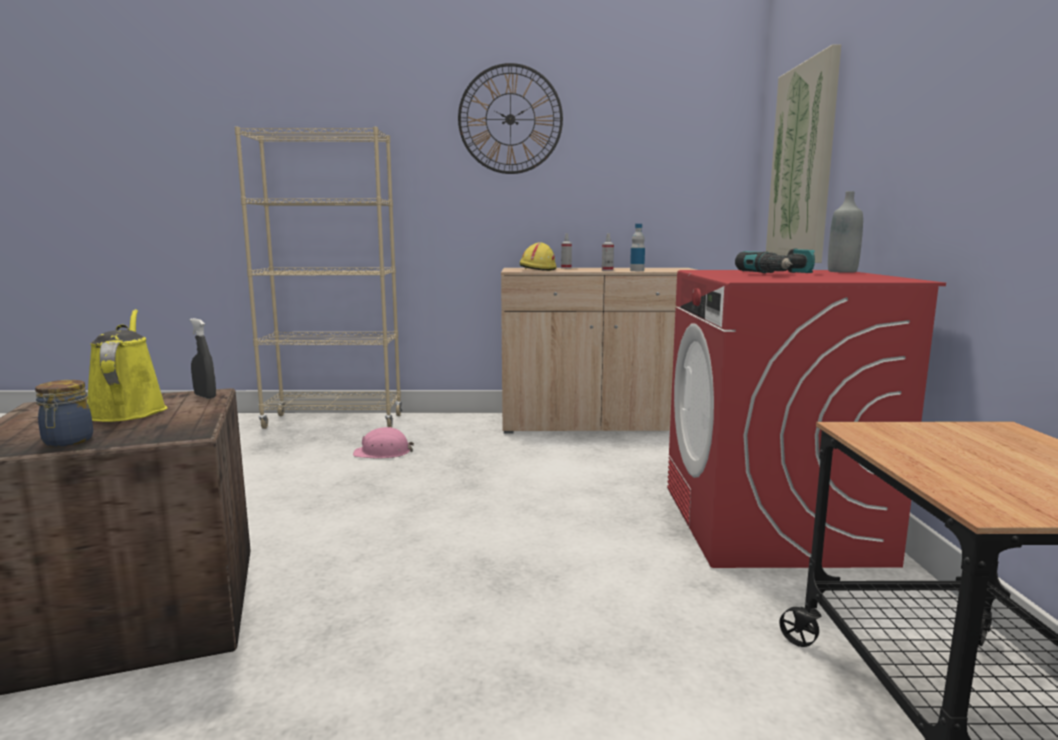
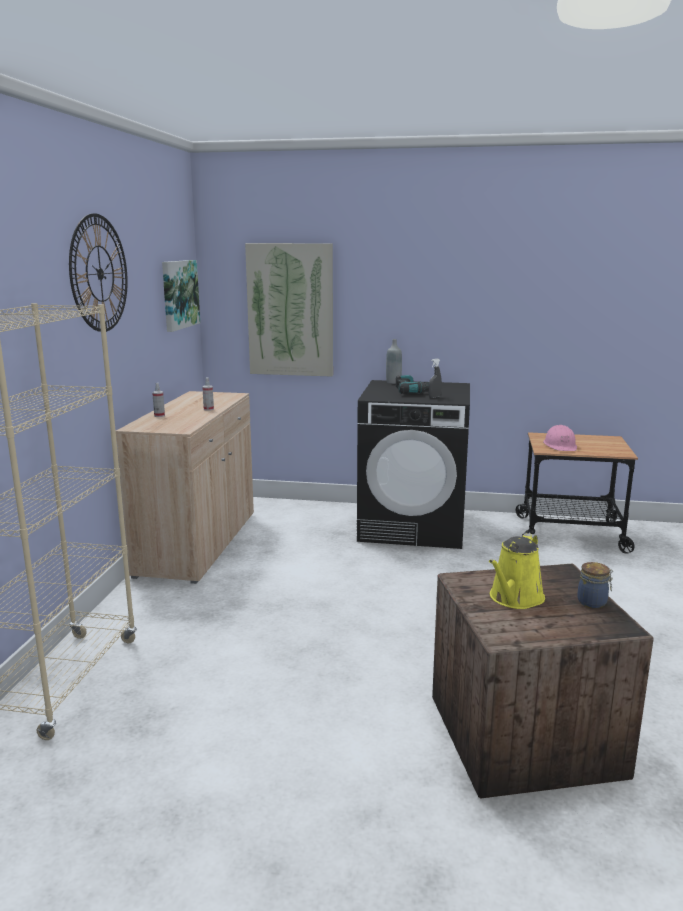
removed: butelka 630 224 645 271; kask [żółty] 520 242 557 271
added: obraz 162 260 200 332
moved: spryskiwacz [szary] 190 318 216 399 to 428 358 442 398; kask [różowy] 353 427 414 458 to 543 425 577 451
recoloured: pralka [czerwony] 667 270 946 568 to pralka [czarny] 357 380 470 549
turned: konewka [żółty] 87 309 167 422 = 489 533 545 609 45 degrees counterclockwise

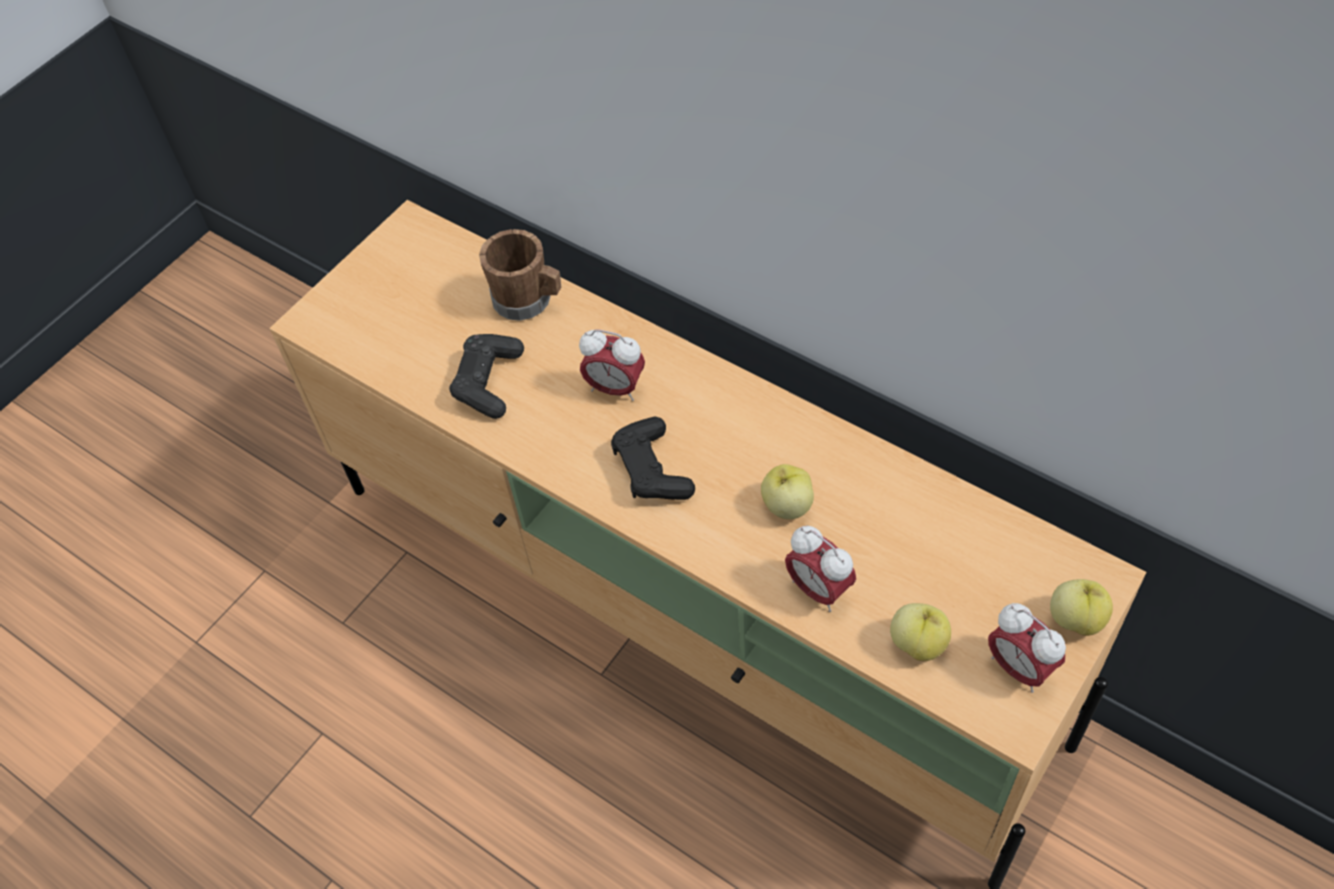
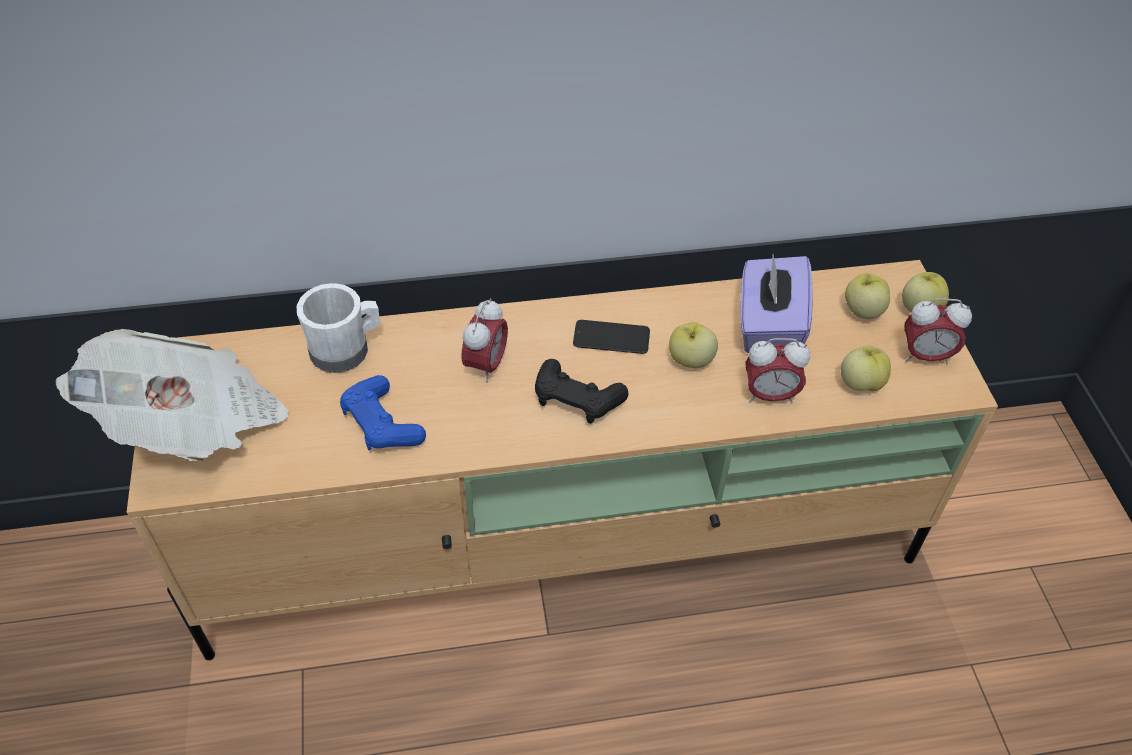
added: pudełko chusteczek [fioletowy] 740 255 813 353; jabłko 845 273 890 319; telefon 573 320 650 354; gazeta 56 329 289 461
recoloured: kubek [brązowy] 479 229 561 321 to kubek [biały] 296 283 380 373; pad do gier [czarny] 449 334 524 419 to pad do gier [niebieski] 340 375 426 450
turned: budzik 579 329 645 401 = 462 298 508 383 45 degrees counterclockwise

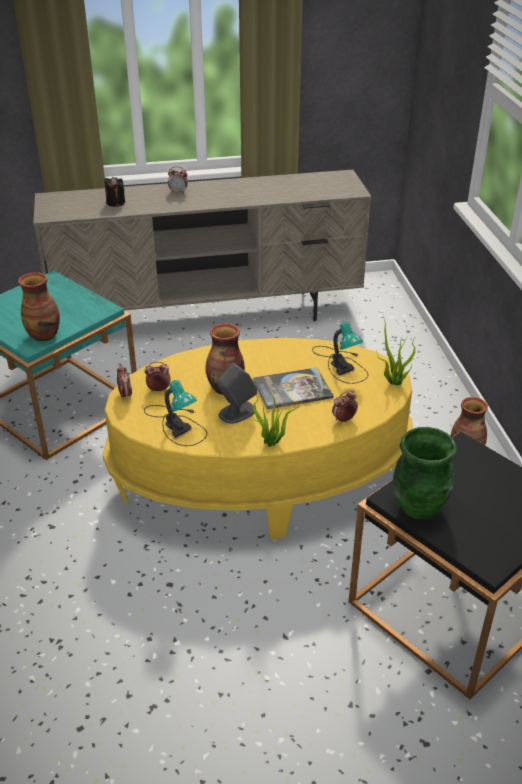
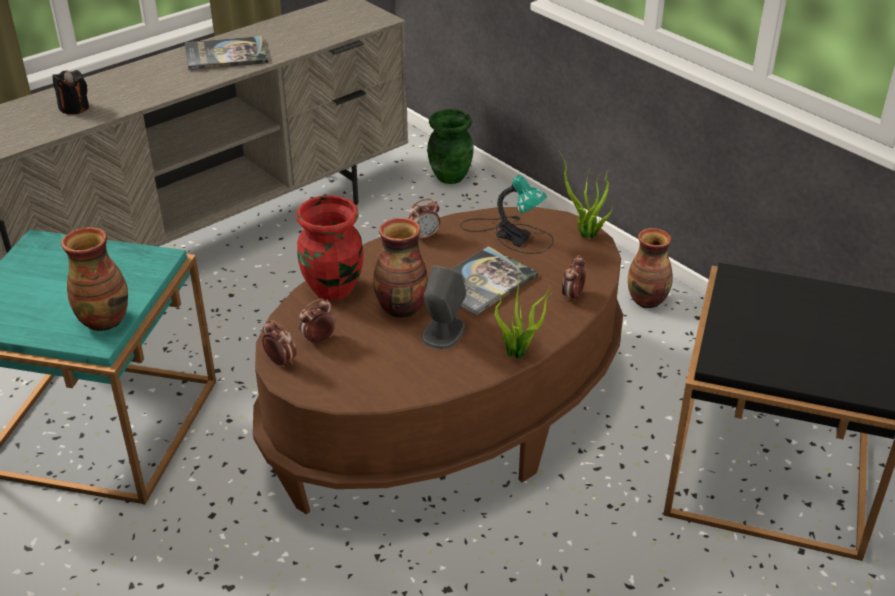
removed: lampa stołowa 144 380 207 446
added: książka 185 36 268 70; wazon [czerwony] 296 195 364 300
moved: budzik 168 166 188 194 to 408 199 440 238; wazon [zielony] 393 427 457 519 to 427 109 474 184
recoloured: ława [żółty] 103 338 413 539 to ława [brązowy] 253 207 623 514

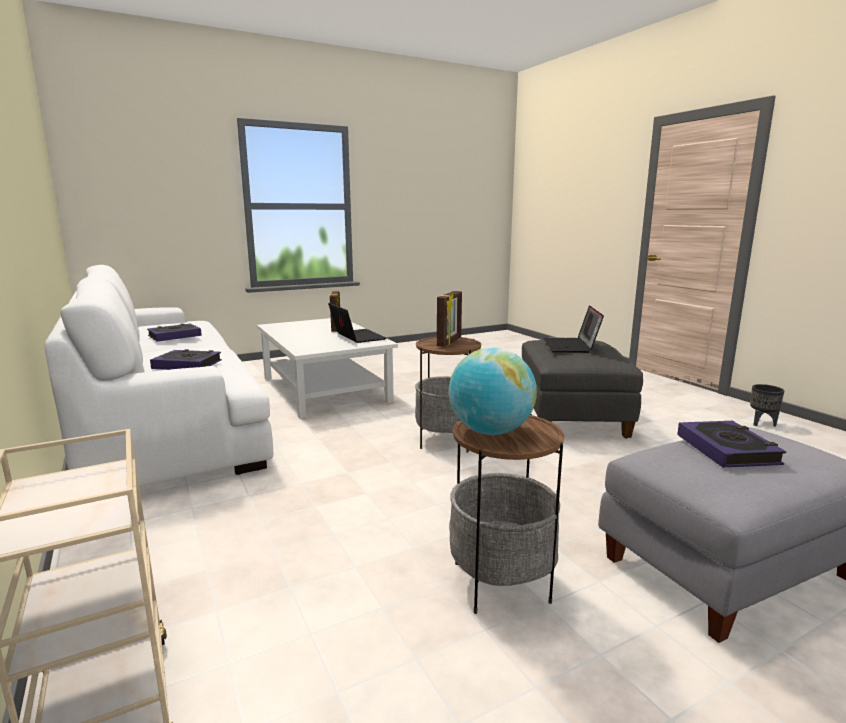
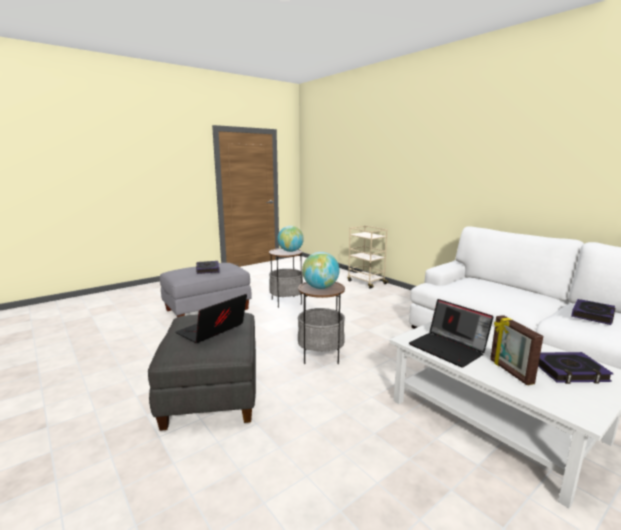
removed: donica [czarny] 750 384 784 426
moved: książka 150 349 222 370 to 538 352 614 384
replaced: ramka na zdjęcie 437 291 462 347 to globus 302 252 339 289
turned: laptop 544 305 604 353 = 175 294 247 343 135 degrees counterclockwise

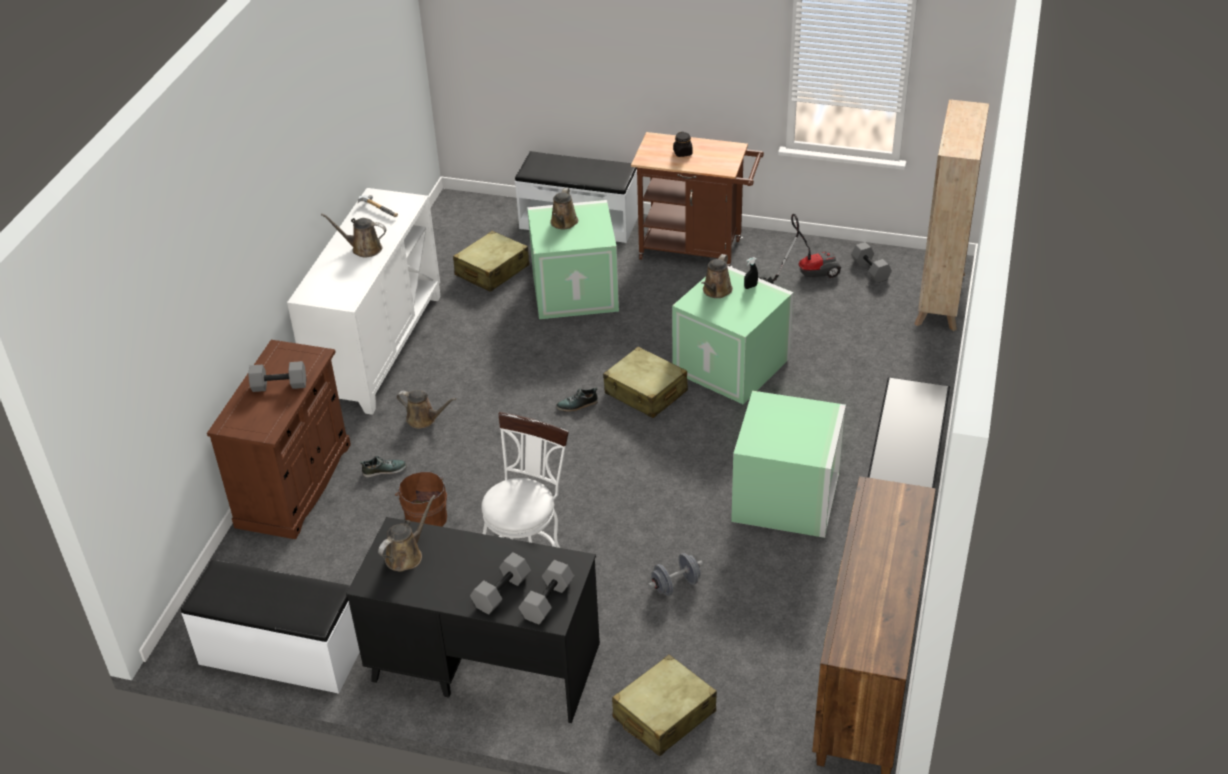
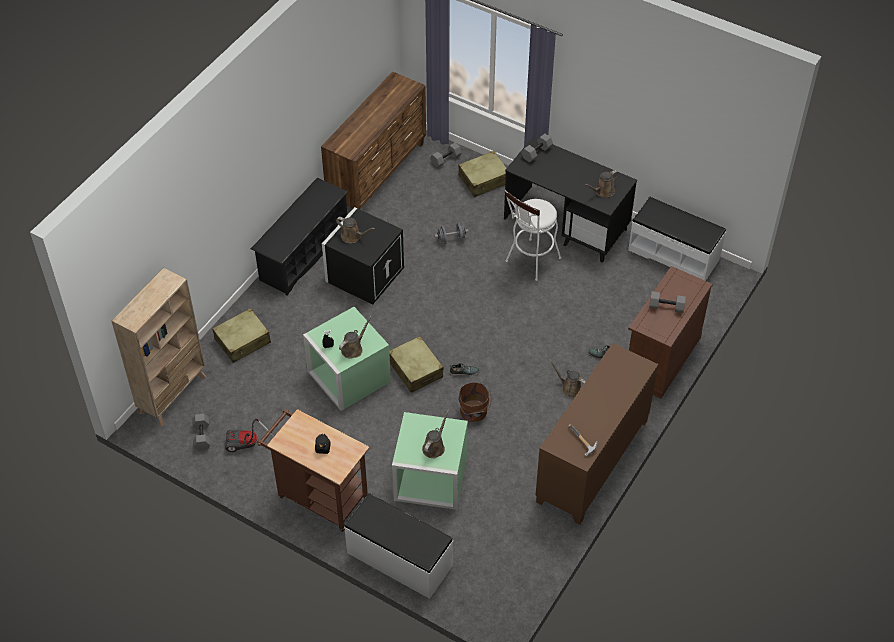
moved: konewka [brązowy] 321 213 386 257 to 336 217 375 243; walizka [beżowy] 453 231 530 292 to 212 308 271 363; wiadro [brązowy] 395 472 447 527 to 458 382 491 422; hantel [szary] 470 552 531 615 to 430 142 462 168
recoloured: szafka [biały] 287 188 440 415 to szafka [brązowy] 536 343 658 525; pojemnik do przechowywania [zielony] 731 391 846 538 to pojemnik do przechowywania [czarny] 322 207 404 304

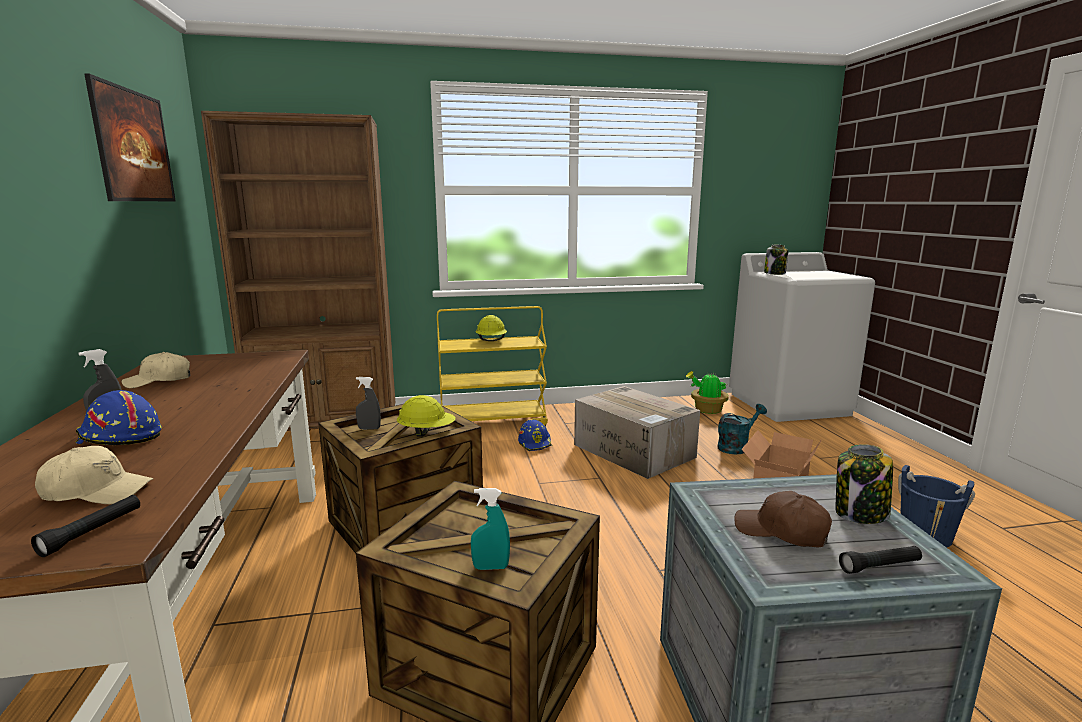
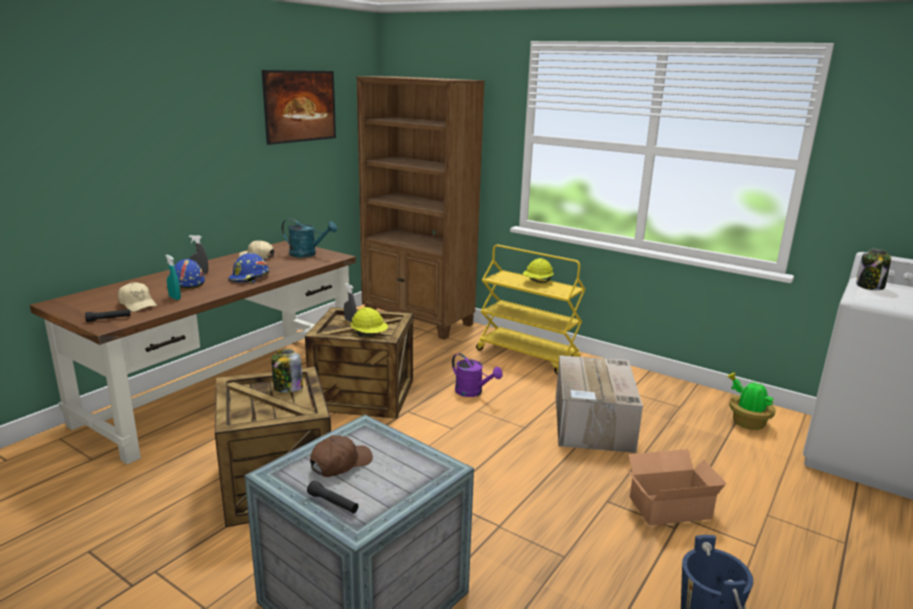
added: konewka [fioletowy] 452 353 503 397
moved: konewka [turkusowy] 718 404 767 454 to 282 218 337 257; kask [niebieski] 518 419 553 451 to 228 253 269 283; słoik 835 444 893 524 to 271 349 303 393; spryskiwacz [turkusowy] 471 488 510 570 to 165 255 181 300
turned: czapka z daszkiem [brązowy] 734 491 832 547 = 310 435 373 477 60 degrees clockwise

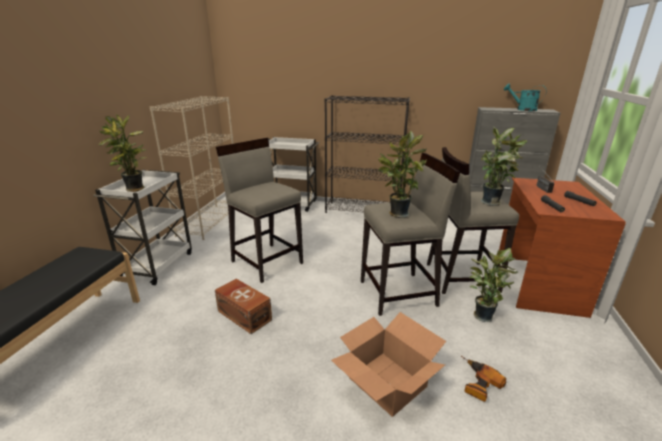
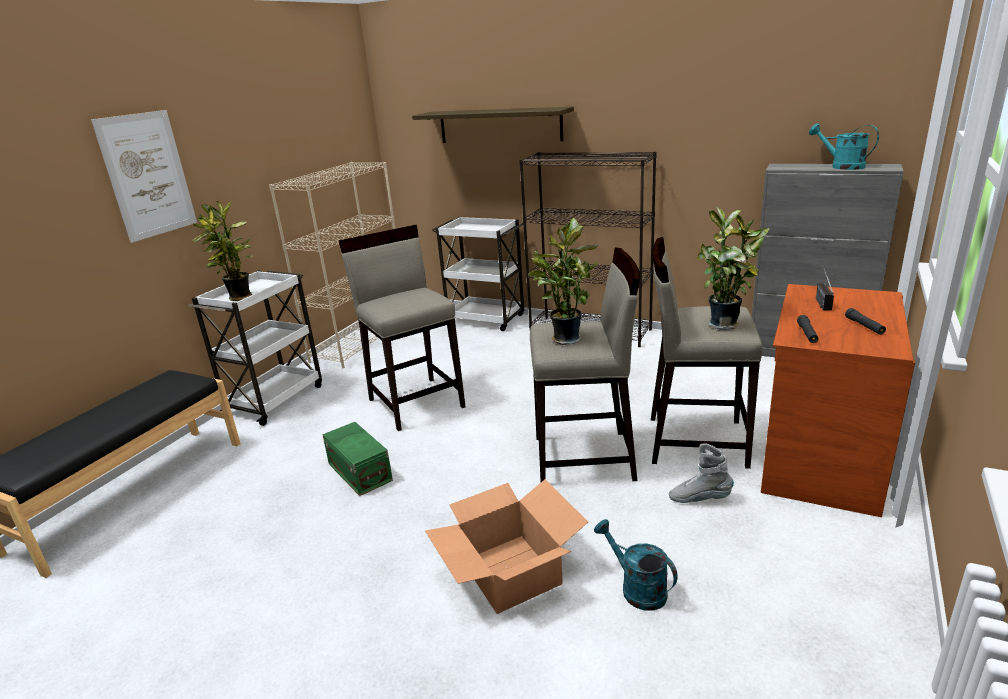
added: półka 412 107 574 143; obraz 91 110 197 243
replaced: roślina doniczkowa 469 248 518 322 to but z cholewką [szary] 669 443 734 503; wiertarka 461 356 506 402 to konewka [turkusowy] 594 519 678 611
recoloured: pojemnik do przechowywania [brązowy] 215 279 272 334 to pojemnik do przechowywania [zielony] 322 422 393 496

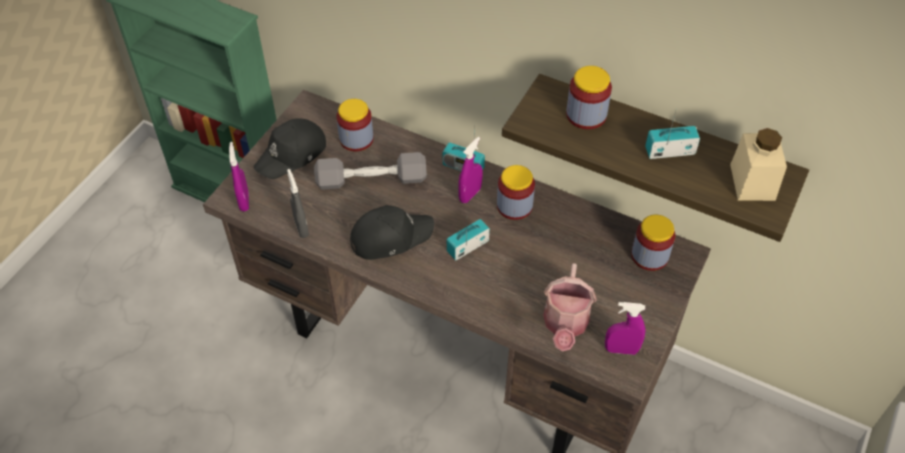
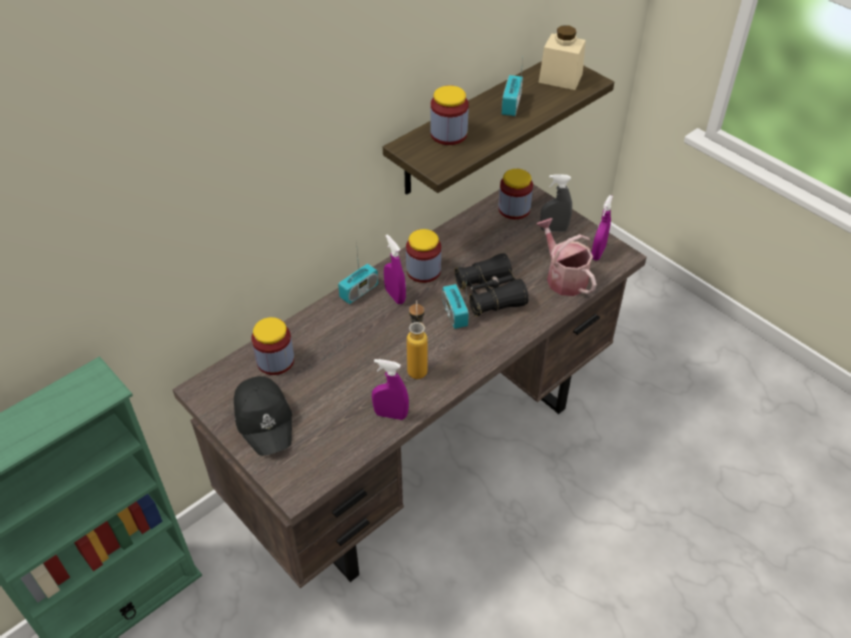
removed: hantel [szary] 314 152 427 190
added: lornetka [czarny] 454 253 529 316
moved: spryskiwacz [fioletowy] 229 142 249 211 to 372 359 409 420; spryskiwacz [szary] 287 169 309 238 to 540 174 572 232
replaced: czapka z daszkiem [czarny] 350 205 434 260 to butelka 407 300 428 379
turned: konewka 543 263 597 351 = 536 218 597 296 150 degrees counterclockwise

